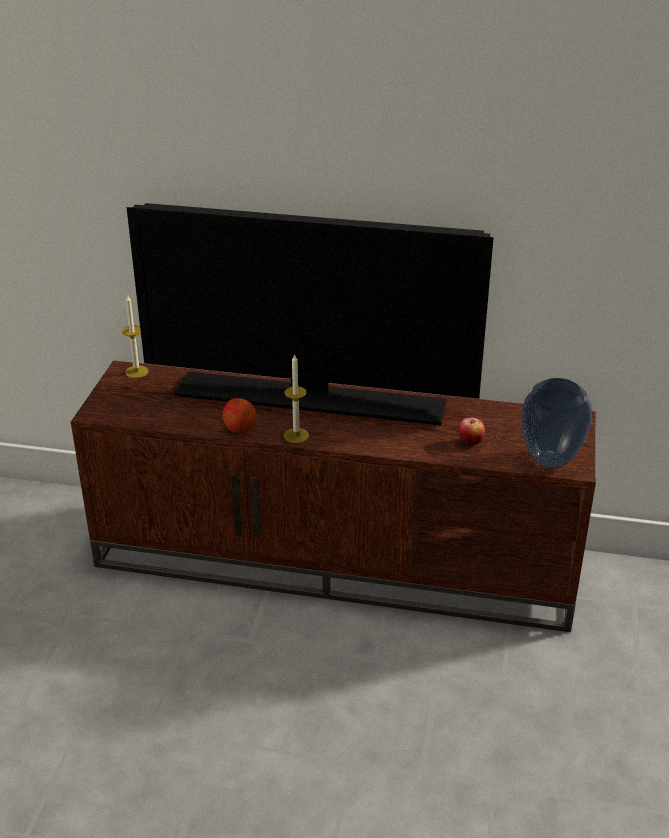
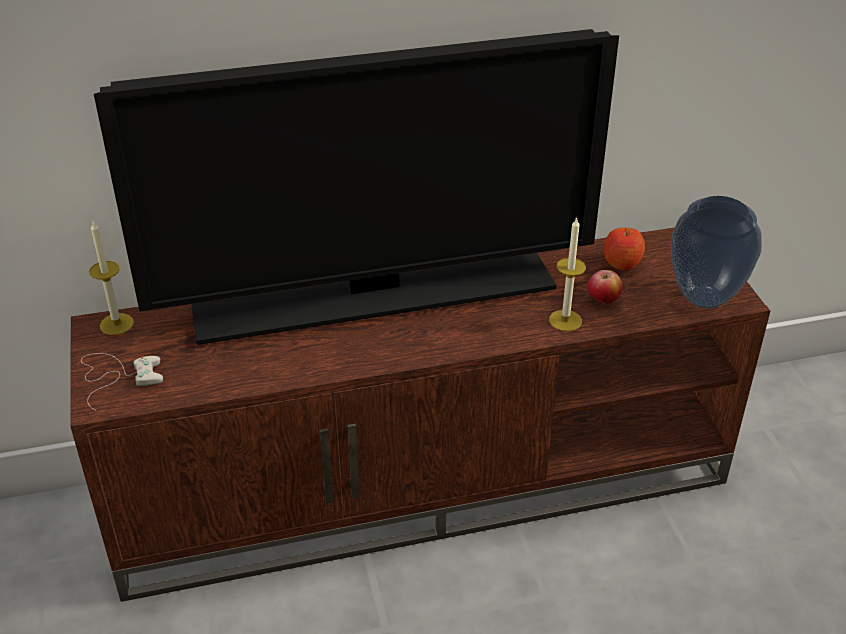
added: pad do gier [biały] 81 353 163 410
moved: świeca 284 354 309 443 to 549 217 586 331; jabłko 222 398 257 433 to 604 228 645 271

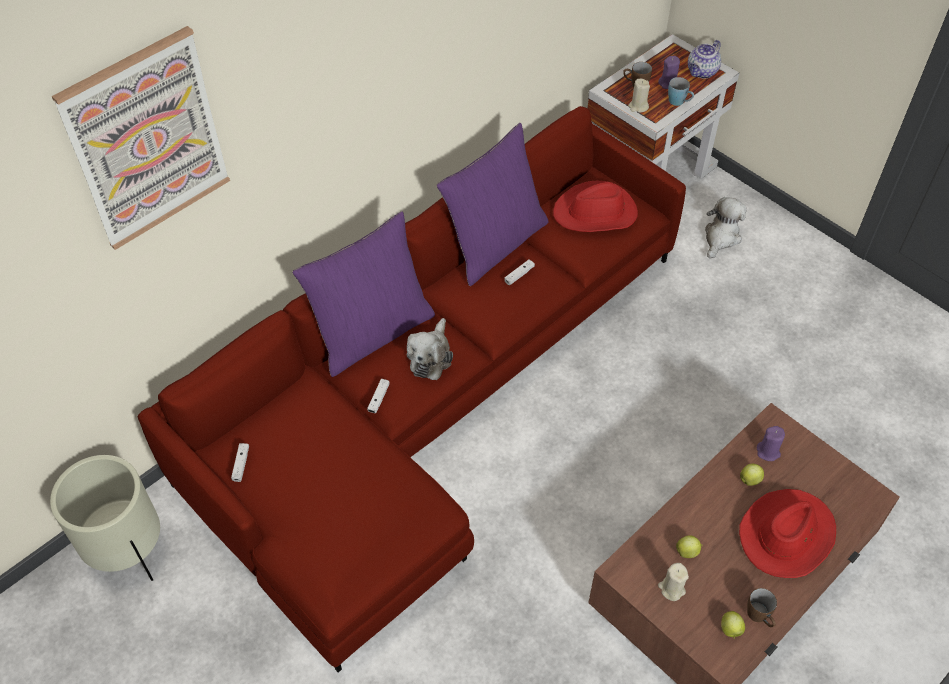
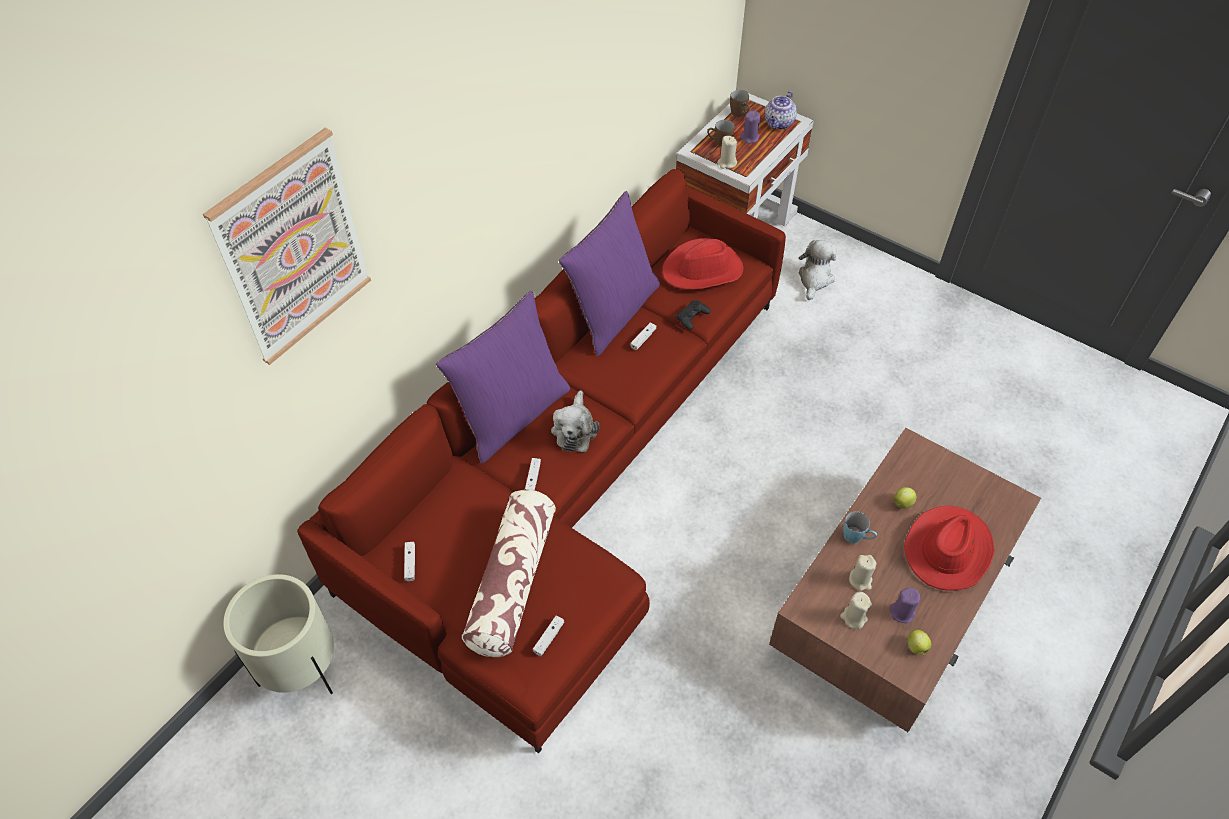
added: pad do gier [czarny] 675 300 711 330; poduszka 462 489 556 657; pad do gier [biały] 533 616 564 656
moved: kubek [niebieski] 668 77 694 106 to 843 512 877 543; świeca [fioletowy] 757 426 785 461 to 890 588 920 623; kubek [brązowy] 747 588 777 627 to 730 90 750 117
replaced: jabłko 676 535 702 558 to świeca [beżowy] 849 555 876 591

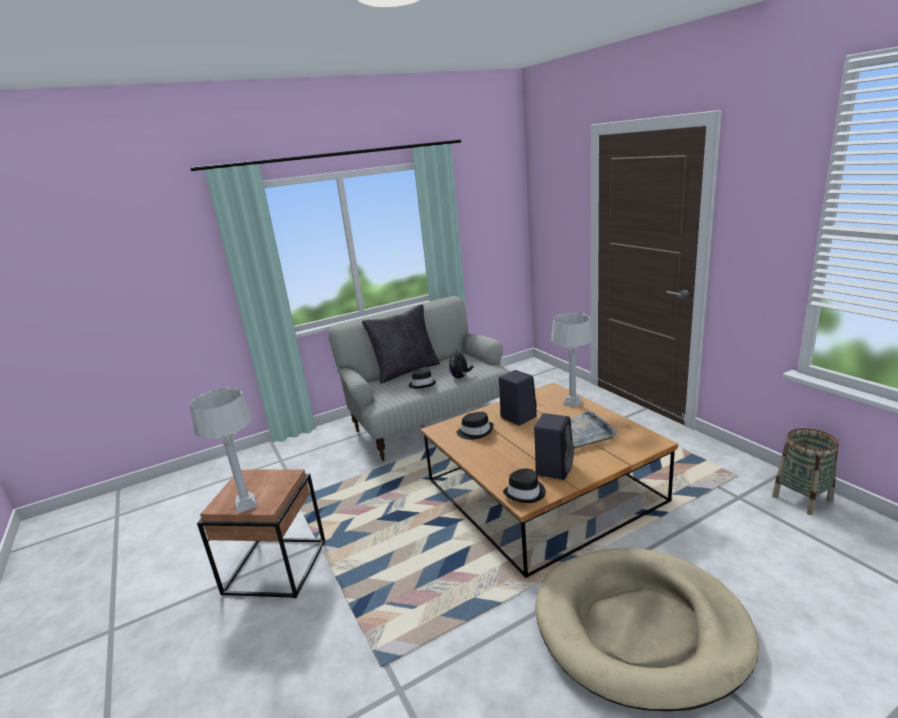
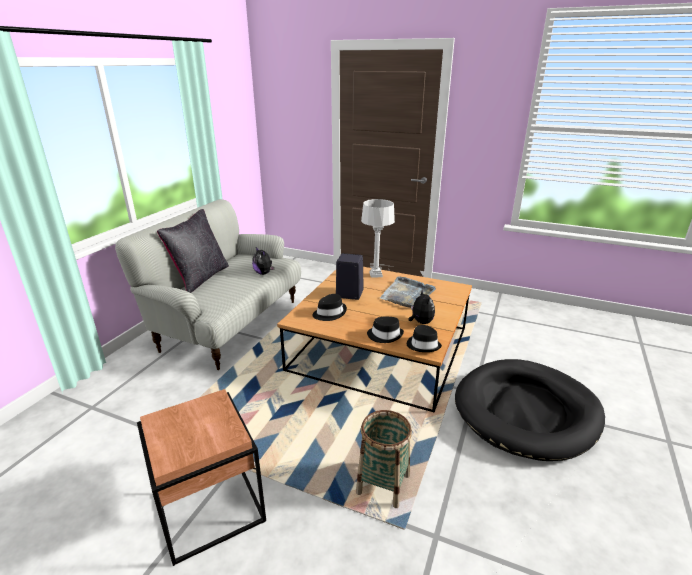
removed: lampa stołowa [szary] 190 388 257 514
moved: kapelusz [czarny] 409 369 436 389 to 367 316 404 343; koszyk 772 428 839 515 to 356 410 412 508
replaced: głośnik [czarny] 534 413 574 480 to pluszak 408 289 435 324
recoloured: legowisko [beżowy] 535 548 759 712 to legowisko [czarny] 455 359 605 461

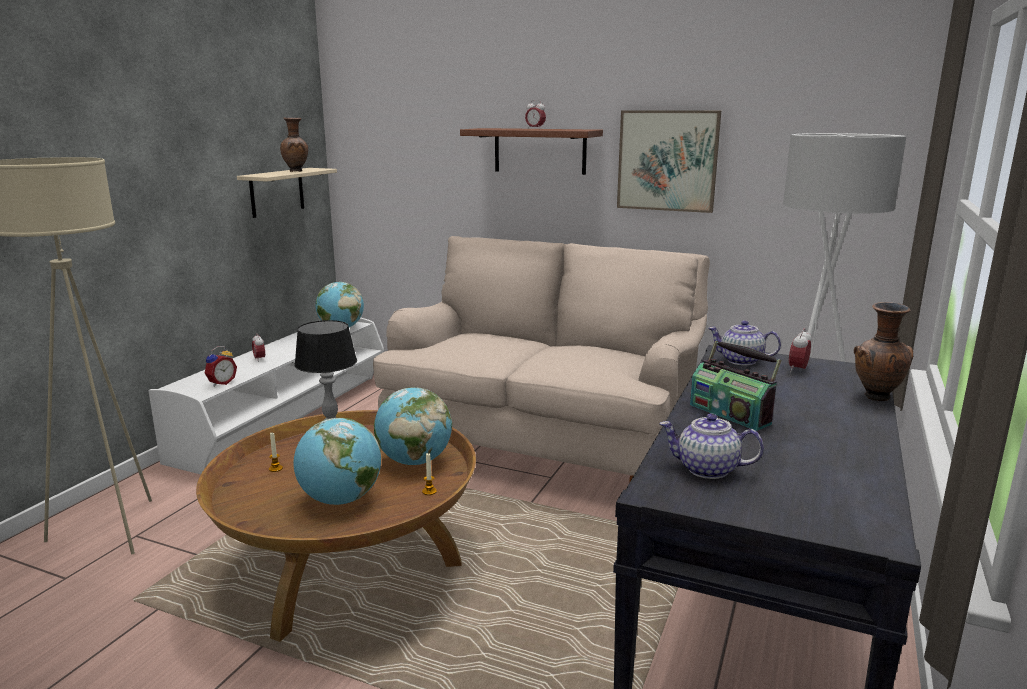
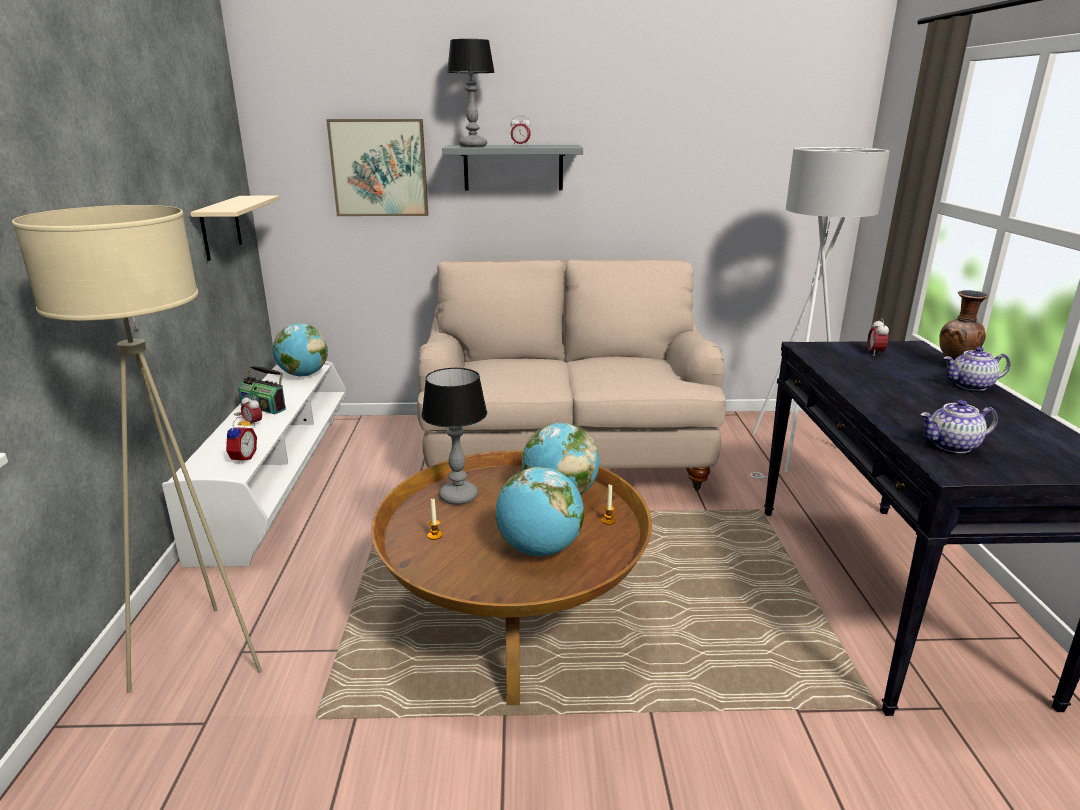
removed: wazon [brązowy] 280 117 308 172
added: lampa stołowa 447 39 495 147
moved: obraz 617 110 721 213 to 326 119 428 216; imbryk 708 320 781 366 to 944 347 1011 391; radio 690 340 781 431 to 238 366 286 414
recoloured: półka [brązowy] 460 128 603 175 to półka [szary] 442 145 583 191

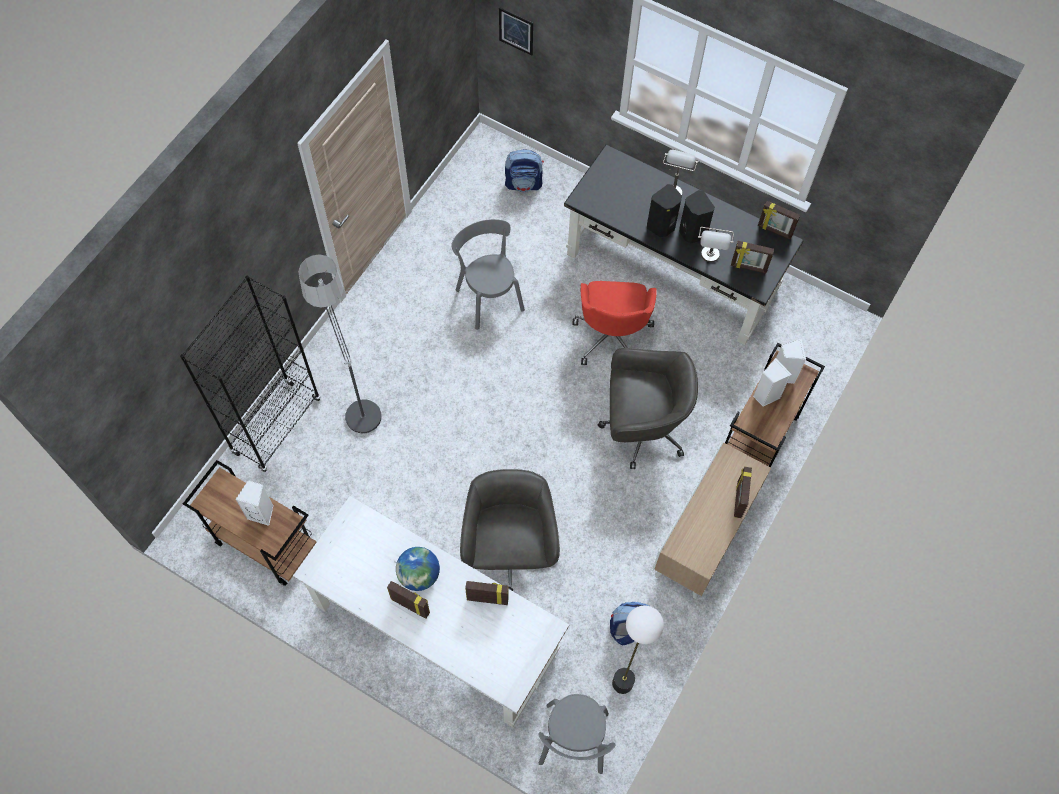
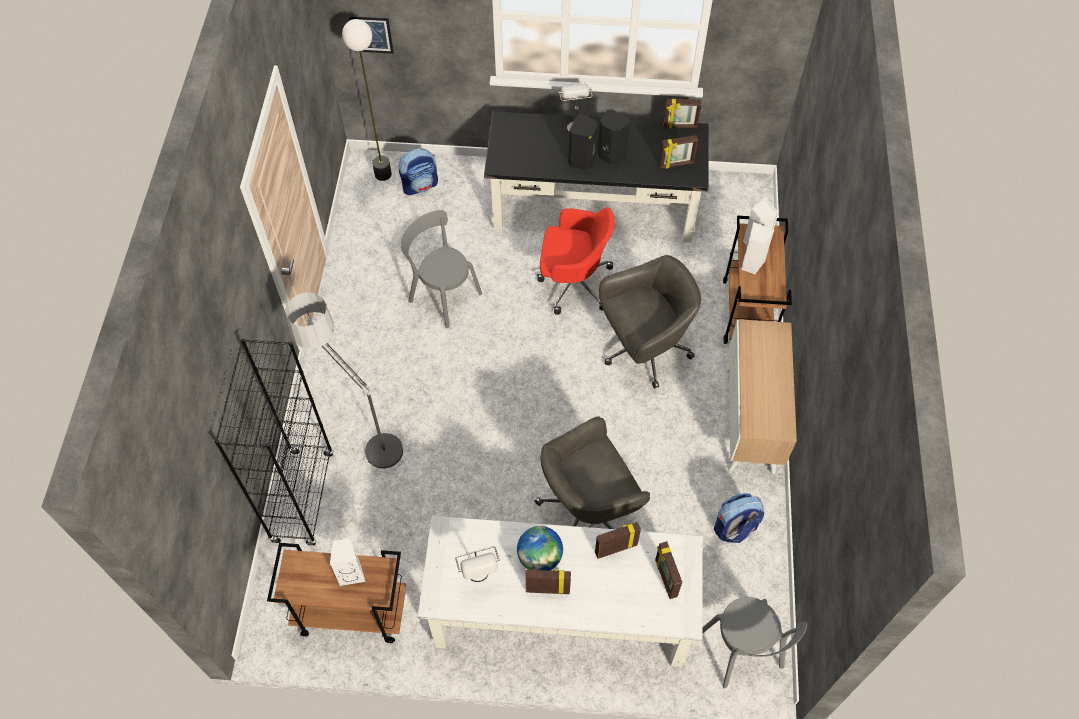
moved: lampa stołowa [szary] 698 227 734 263 to 455 546 500 582; ramka na zdjęcie 734 467 752 518 to 655 541 682 599; lampa stojąca 612 606 664 694 to 342 19 392 181
turned: krzesło biurowe [czerwony] 572 281 657 365 = 537 207 615 315 60 degrees counterclockwise; krzesło biurowe [szary] 460 469 560 591 = 535 417 650 529 90 degrees counterclockwise

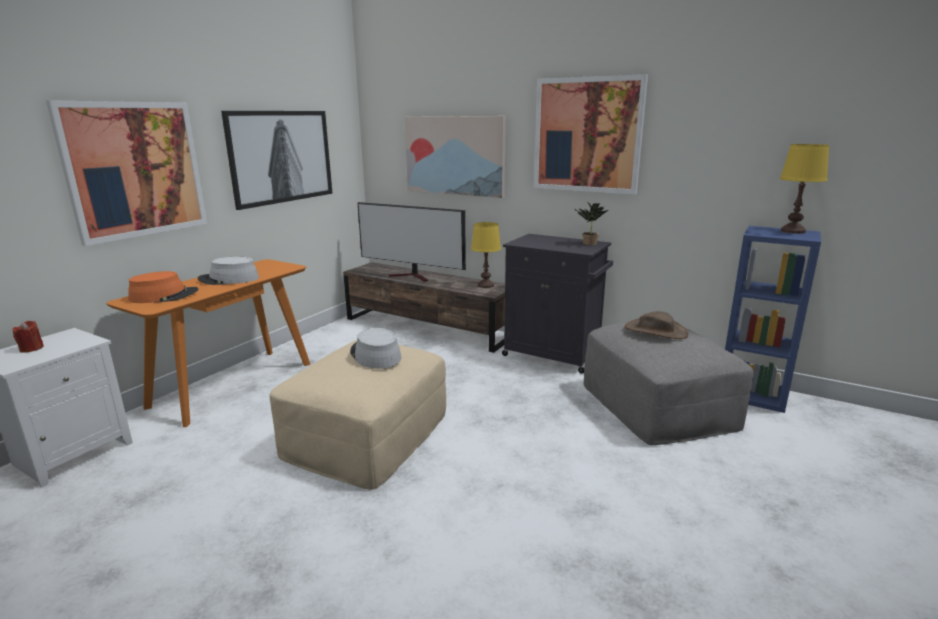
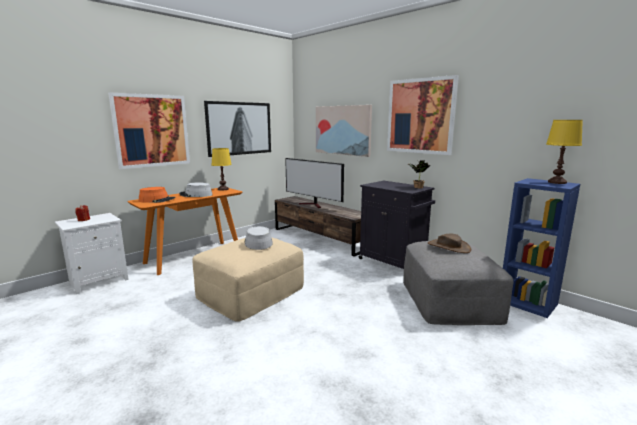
moved: lampa stołowa [żółty] 471 222 501 288 to 211 148 232 191

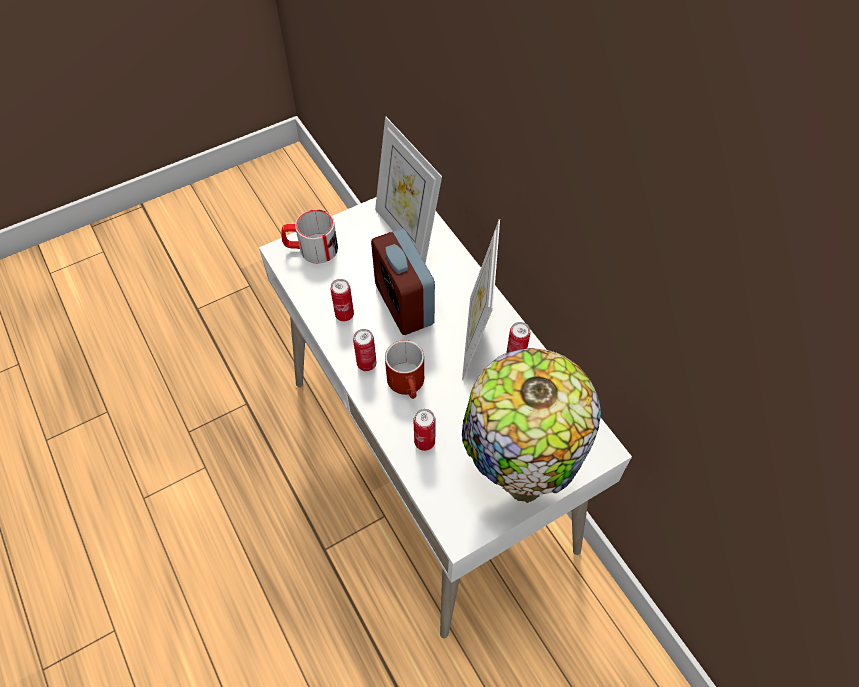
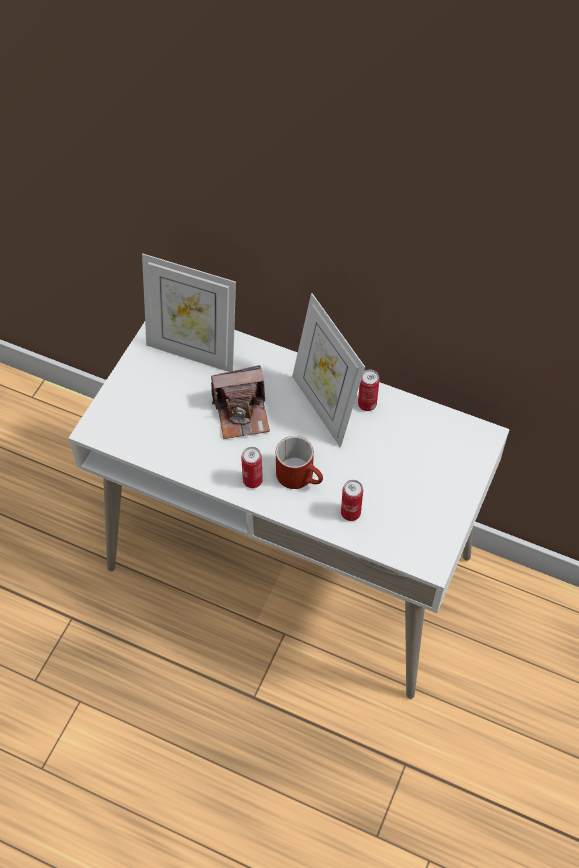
removed: kubek 281 210 338 264; puszka 330 279 354 321; lampa stołowa 462 348 601 503
replaced: budzik 371 228 435 335 to aparat fotograficzny 211 365 270 439

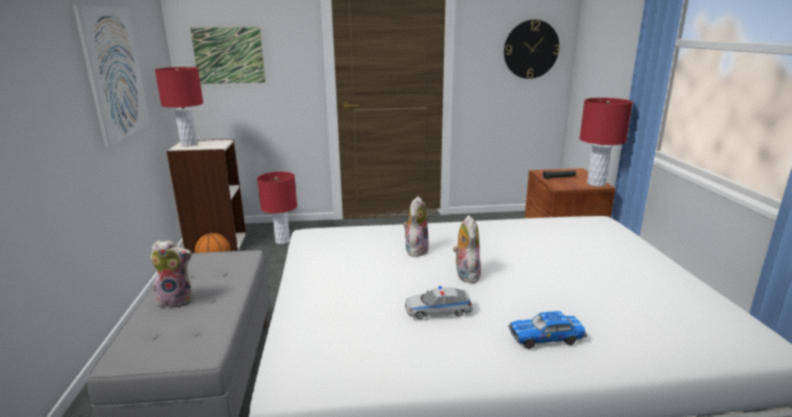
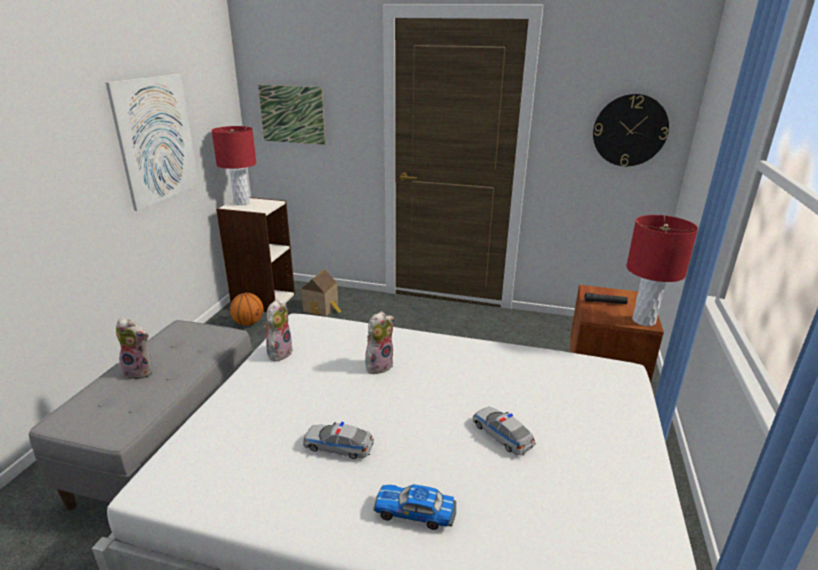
added: samochodzik 473 407 536 455
moved: pluszak 453 215 481 283 to 264 300 293 361
replaced: lampa stołowa [czerwony] 257 172 297 244 to domek 301 269 341 316

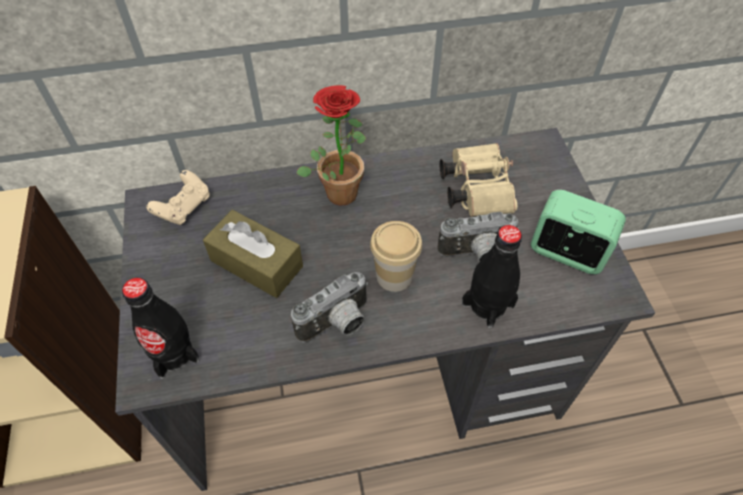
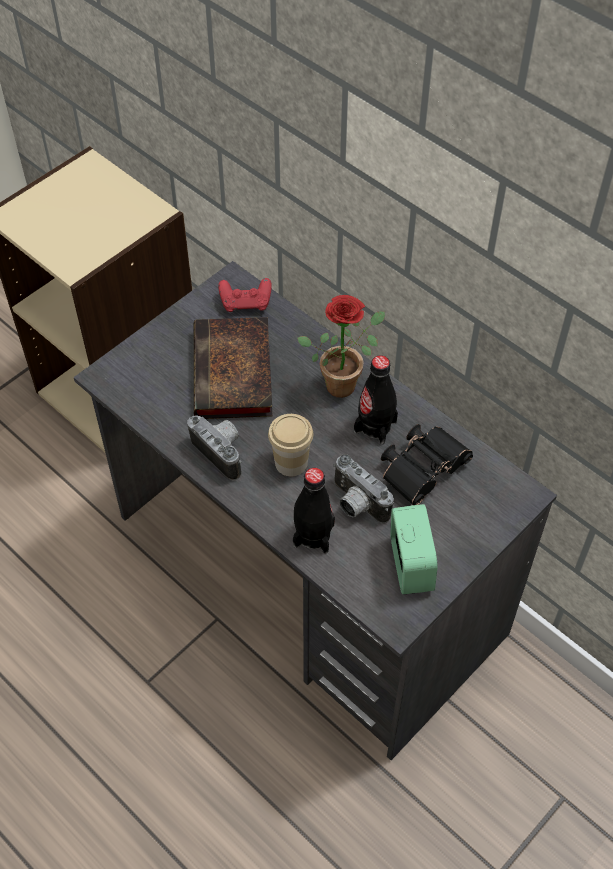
moved: butelka [czarny] 122 278 200 379 to 354 355 398 444
replaced: pudełko chusteczek [brązowy] 203 210 303 298 to książka 194 317 273 419
recoloured: lornetka [beżowy] 440 143 517 217 to lornetka [czarny] 381 424 473 505; pad do gier [beżowy] 146 170 210 225 to pad do gier [czerwony] 218 278 272 312
turned: aparat fotograficzny 291 272 368 343 = 187 415 242 481 150 degrees counterclockwise

